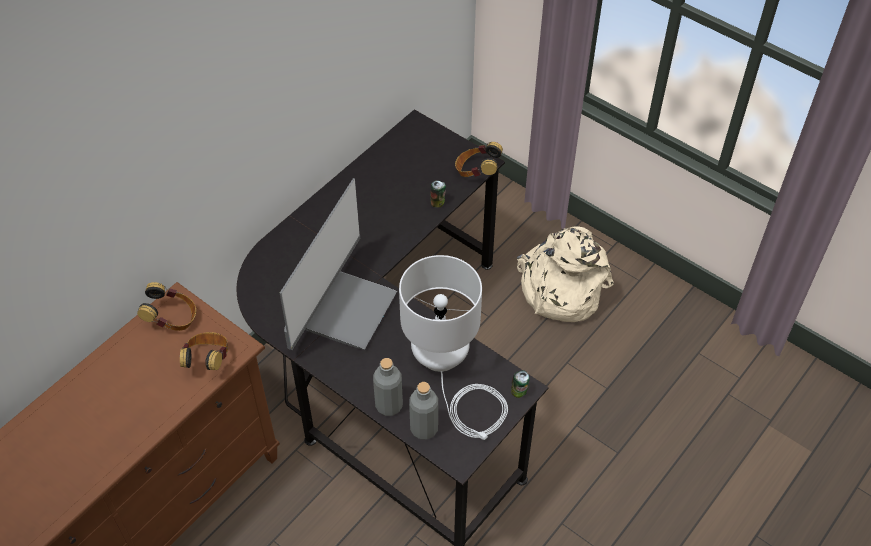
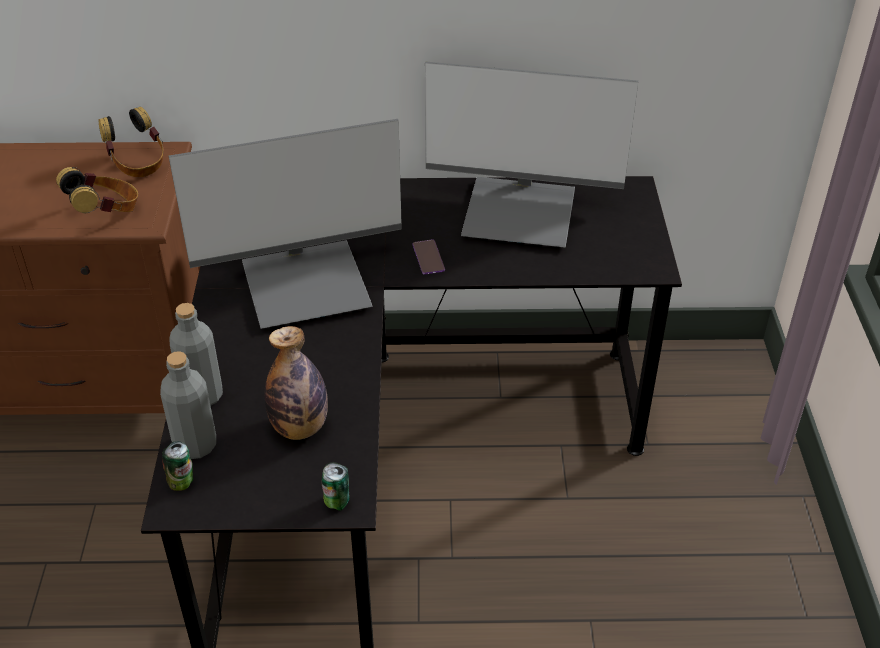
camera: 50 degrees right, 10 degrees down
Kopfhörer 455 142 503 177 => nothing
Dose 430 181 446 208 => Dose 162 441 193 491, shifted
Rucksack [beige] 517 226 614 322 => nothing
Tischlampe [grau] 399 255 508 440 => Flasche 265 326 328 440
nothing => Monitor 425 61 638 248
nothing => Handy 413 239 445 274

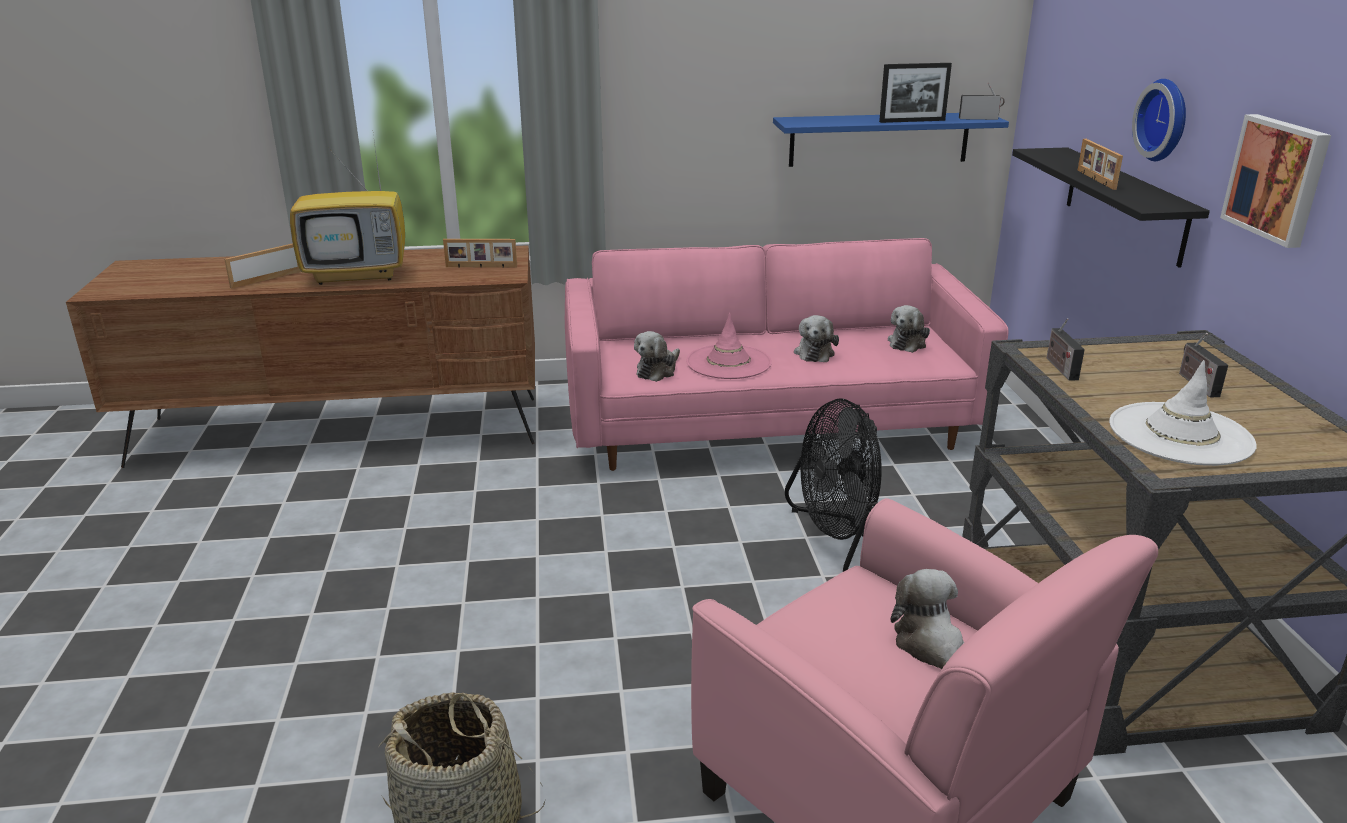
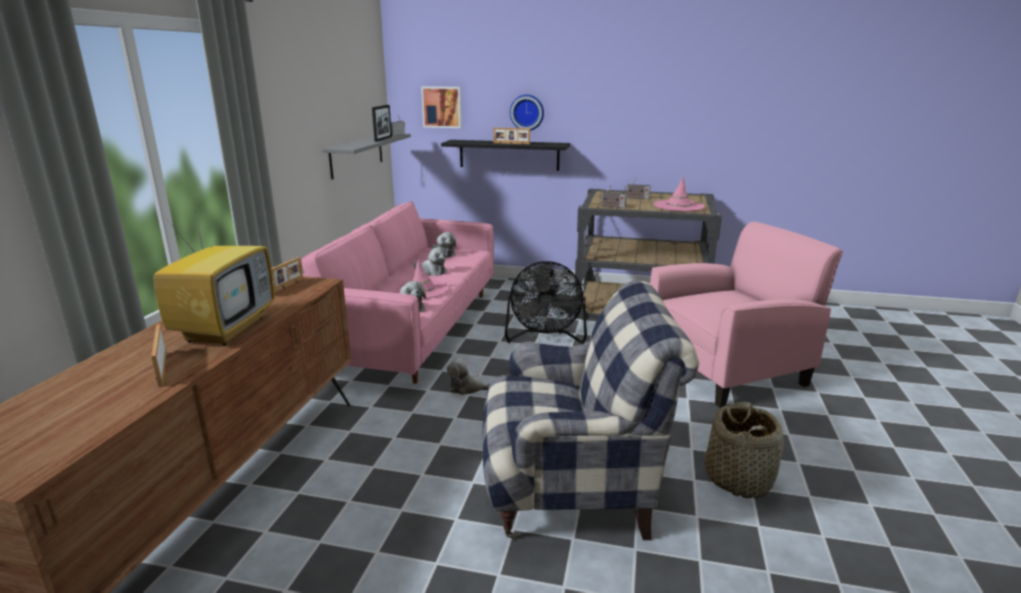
camera: 70 degrees left, 5 degrees down
Wandregal [blau] 773 113 1009 167 => Wandregal [grau] 322 134 411 179
Bild 1220 114 1331 248 => Bild 421 86 462 128, shifted
Hut [weiß] 1109 360 1257 466 => Hut [rosa] 654 176 705 211
Plüschtier 891 569 964 670 => Plüschtier 447 358 490 395, shifted
nothing => Sessel 482 280 699 540

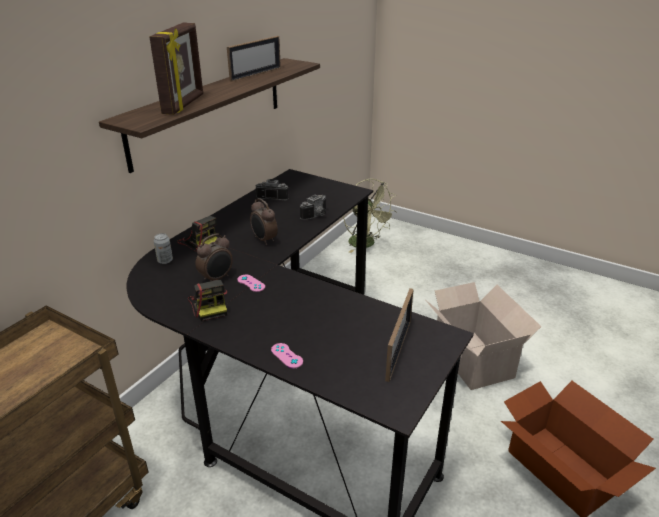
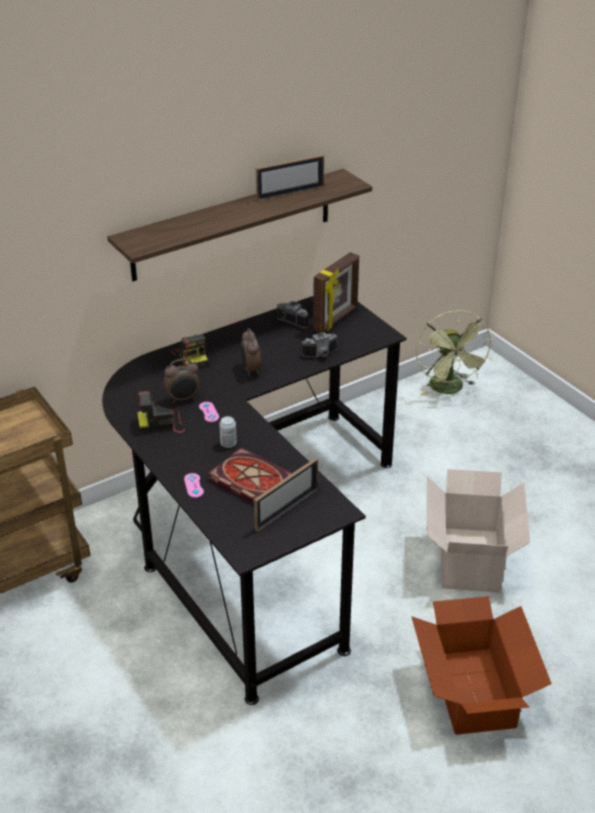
camera: 25 degrees right, 5 degrees up
Bilderrahmen 150 22 203 115 => Bilderrahmen 313 252 359 333, shifted
Dose 154 233 173 264 => Dose 219 416 237 448, shifted
Kamera 188 280 227 321 => Kamera 138 391 185 433, 75 degrees clockwise
nothing => Buch 208 447 292 504

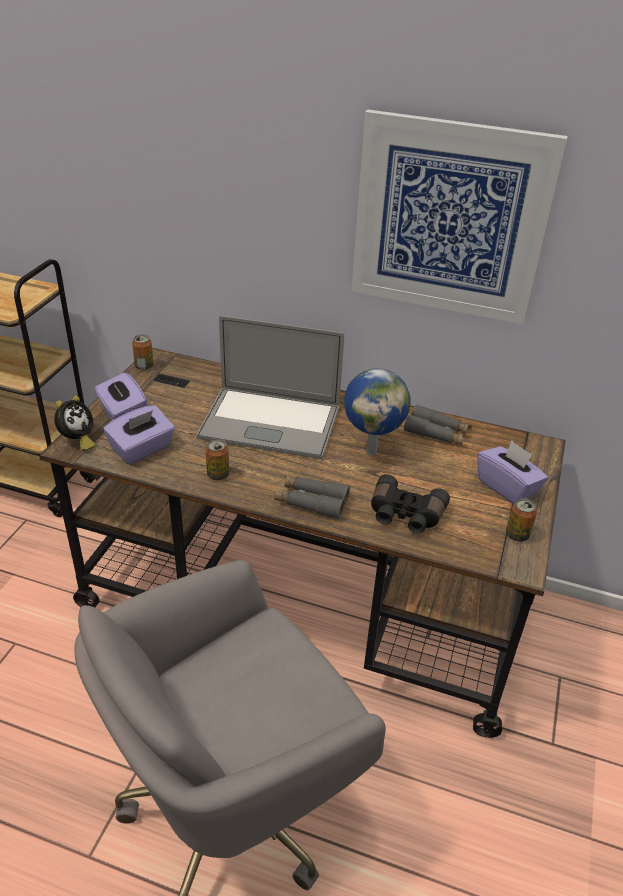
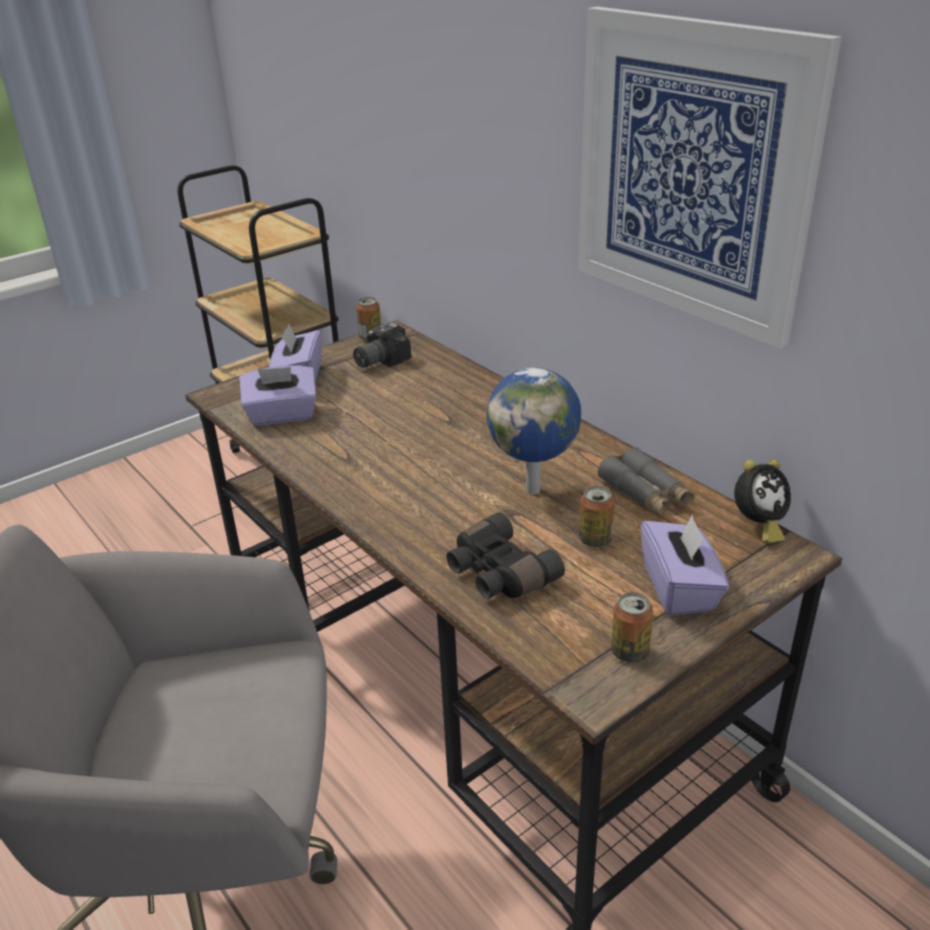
camera: 35 degrees right, 5 degrees down
Laptop 196 315 344 459 => nothing
Wecker 54 396 95 451 => Wecker 734 459 791 544, shifted
Dose 205 439 229 480 => Dose 579 486 614 547, shifted
Fernglas [grau] 274 475 350 519 => nothing
nothing => Kamera 353 323 411 368

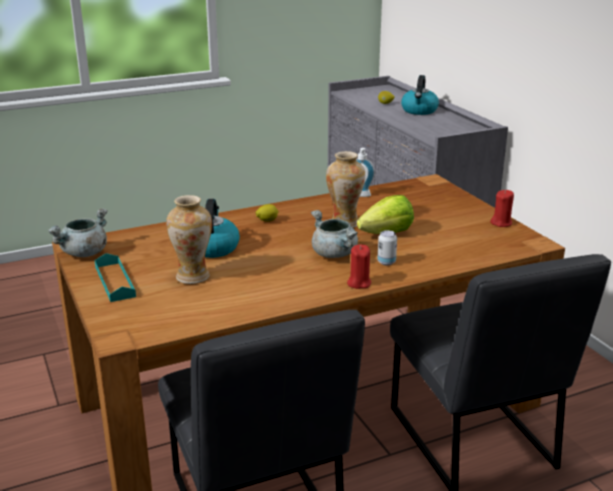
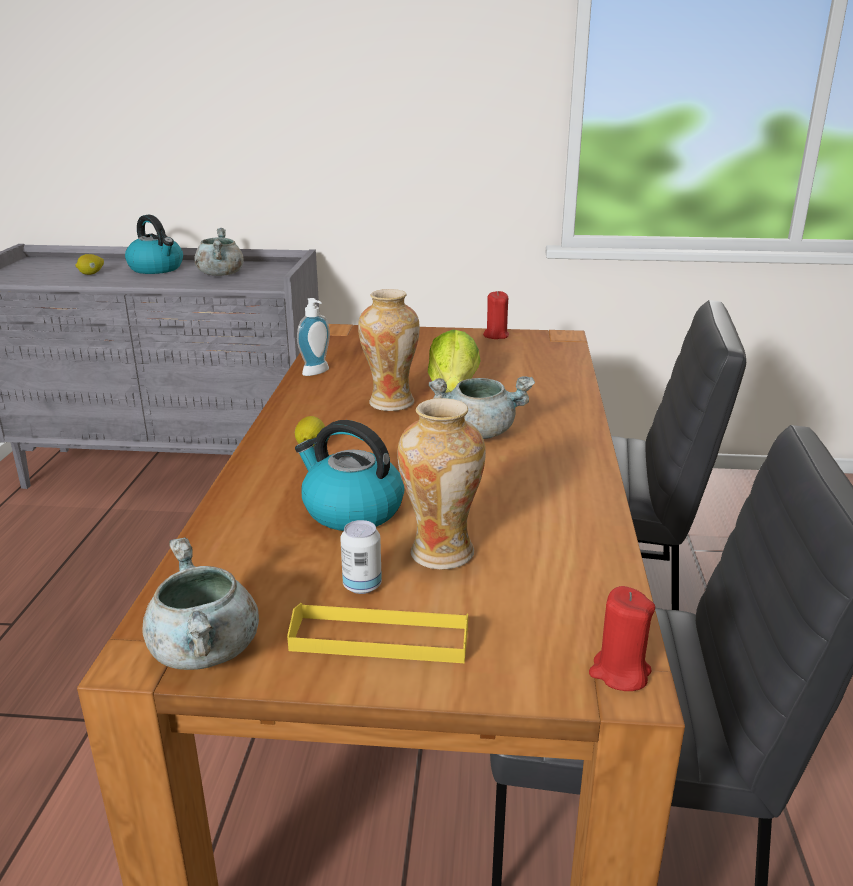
camera: 60 degrees left, 0 degrees up
Dose 377 230 397 265 => Dose 340 520 382 594, shifted
Kerze [rot] 347 244 371 289 => Kerze [rot] 589 586 655 691, shifted
Tablett [türkis] 94 253 136 302 => Tablett [gelb] 287 603 468 663
nothing => Kochtopf [grau] 194 228 244 276

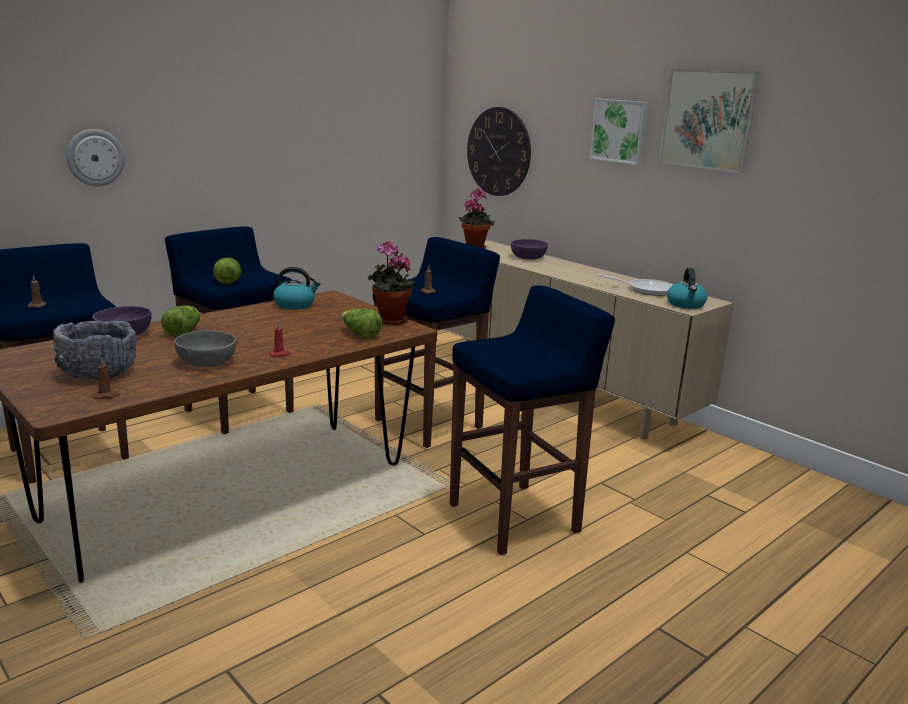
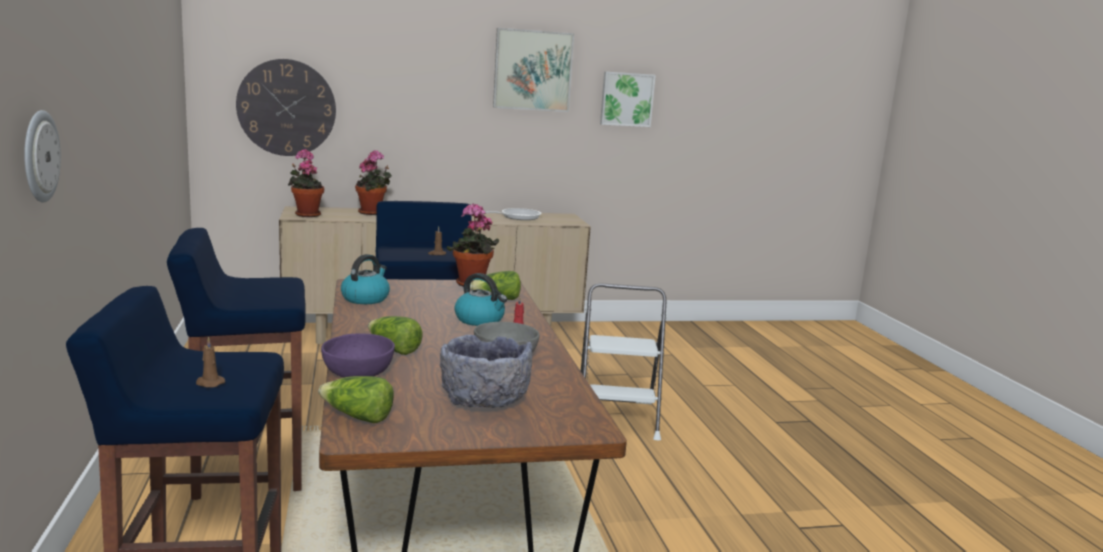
camera: 60 degrees left, 5 degrees down
Bild 589 99 649 165 => Bild 600 71 656 127, shifted
Schüssel [lila] 511 239 548 260 => Topfpflanze 355 150 392 215
Salatkopf 213 258 241 284 => Salatkopf 318 376 394 423, shifted
Wasserkessel 667 268 707 309 => Wasserkessel 454 273 507 326, shifted
Hocker [blau] 450 285 615 555 => Trittleiter [weiß] 581 283 667 441
Kerze [braun] 93 358 121 399 => nothing

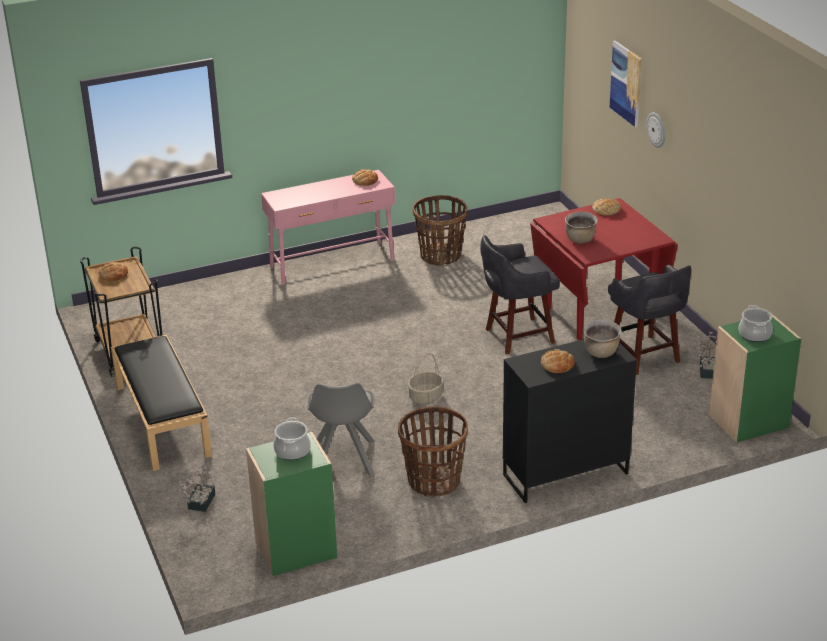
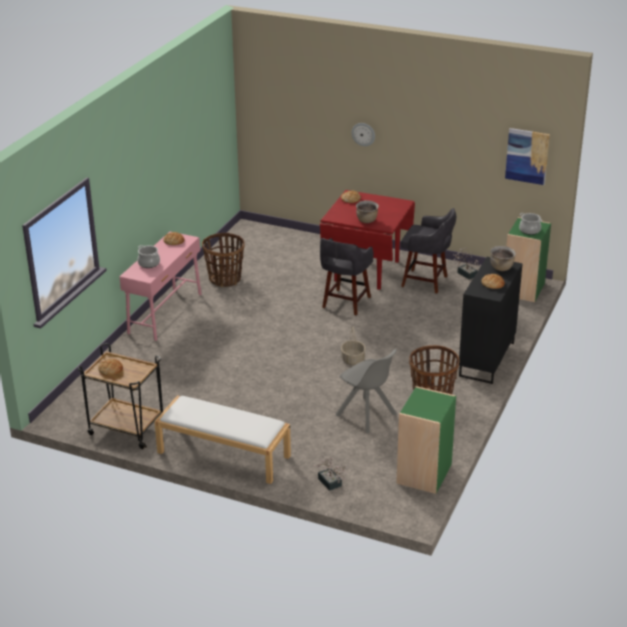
camera: 45 degrees left, 0 degrees up
Bild 610 41 642 127 => Bild 505 128 550 185, shifted
Bank [schwarz] 111 335 212 471 => Bank [weiß] 154 395 291 484
Kochtopf 273 418 311 460 => Kochtopf 138 245 160 268, shifted

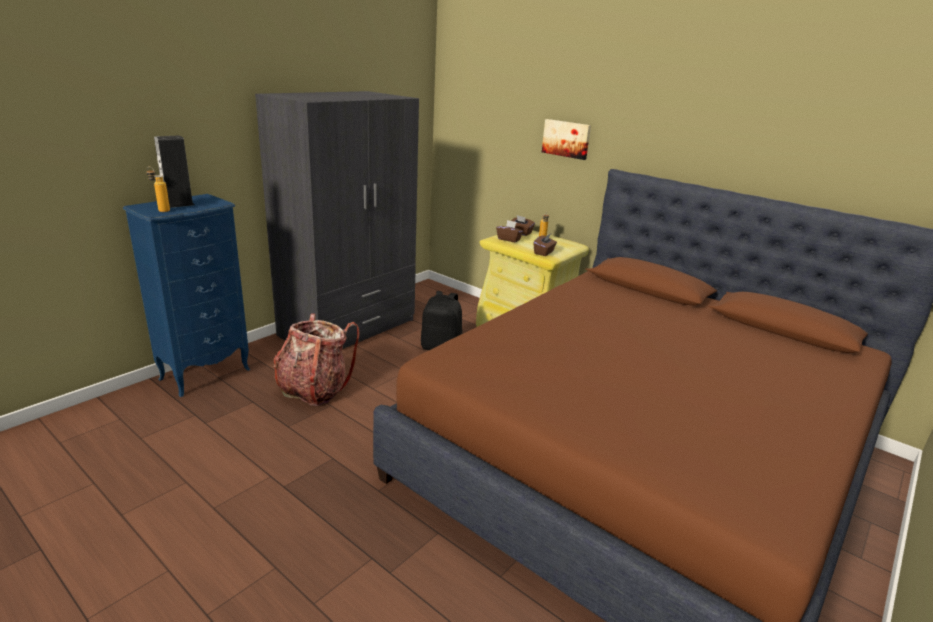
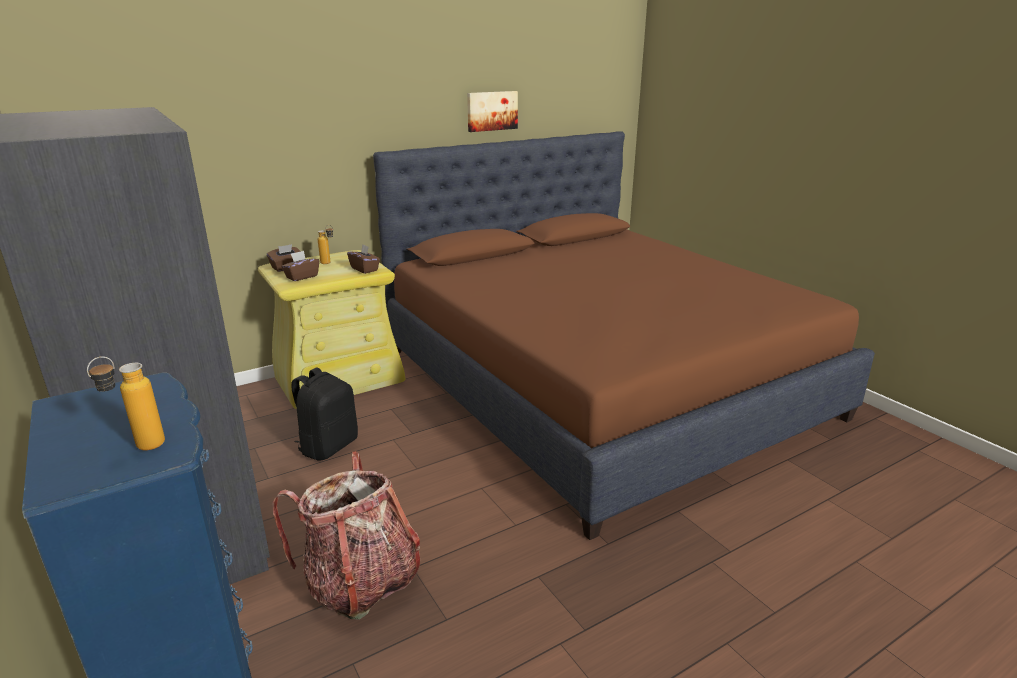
camera: 70 degrees left, 0 degrees up
Bild 542 119 591 160 => Bild 467 91 518 132, shifted
Lautsprecher 154 135 195 208 => nothing

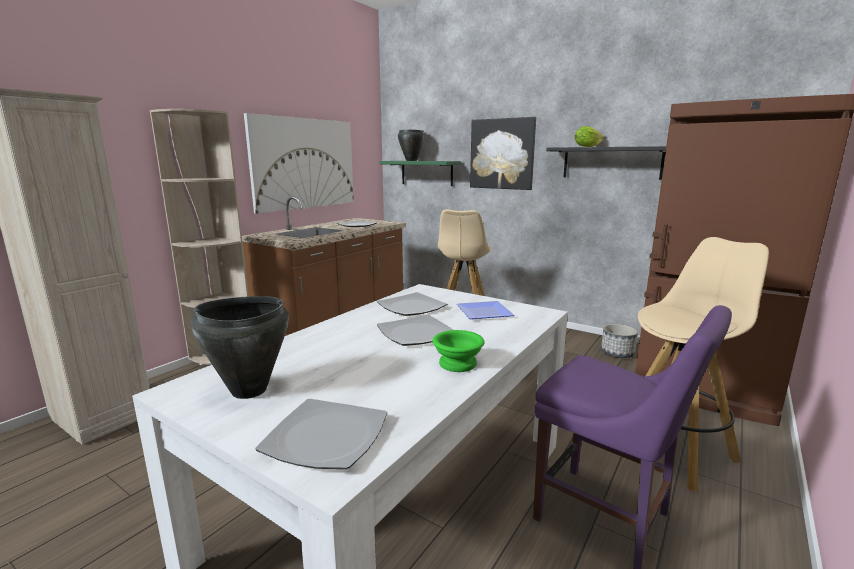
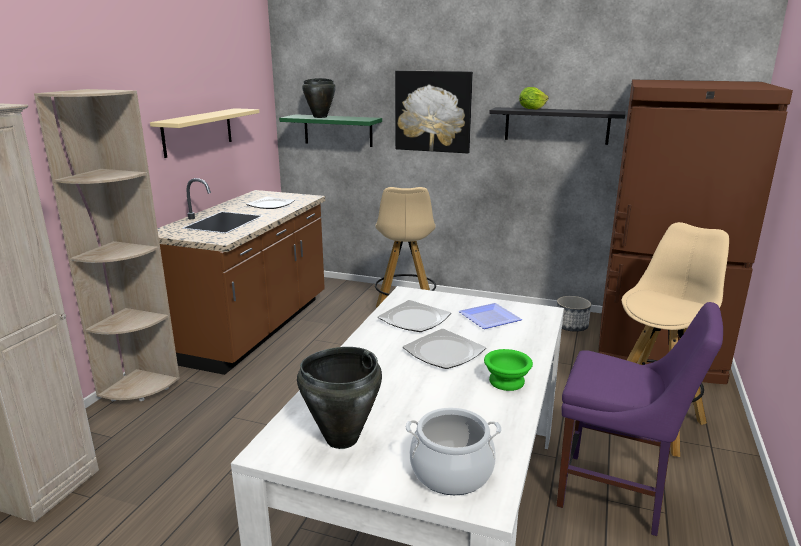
camera: 15 degrees left, 5 degrees up
Bild 244 113 354 214 => Wandregal [beige] 150 108 260 158
Teller 256 398 387 469 => Kochtopf 406 407 501 495

